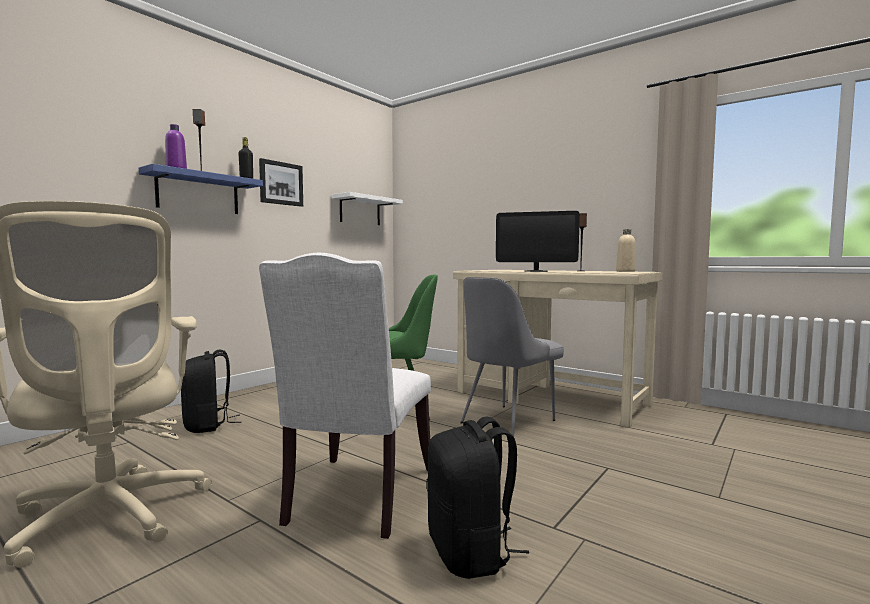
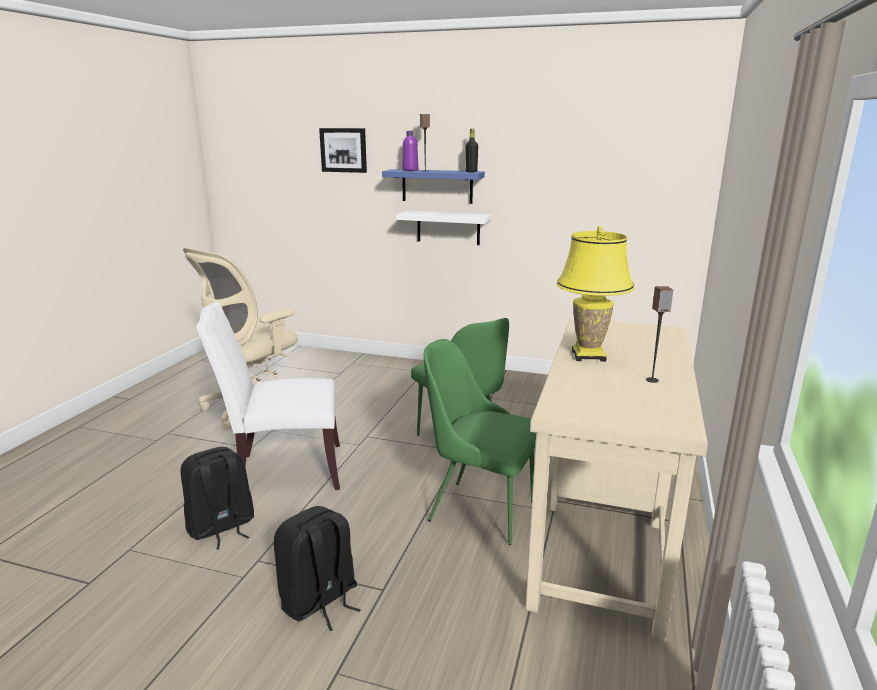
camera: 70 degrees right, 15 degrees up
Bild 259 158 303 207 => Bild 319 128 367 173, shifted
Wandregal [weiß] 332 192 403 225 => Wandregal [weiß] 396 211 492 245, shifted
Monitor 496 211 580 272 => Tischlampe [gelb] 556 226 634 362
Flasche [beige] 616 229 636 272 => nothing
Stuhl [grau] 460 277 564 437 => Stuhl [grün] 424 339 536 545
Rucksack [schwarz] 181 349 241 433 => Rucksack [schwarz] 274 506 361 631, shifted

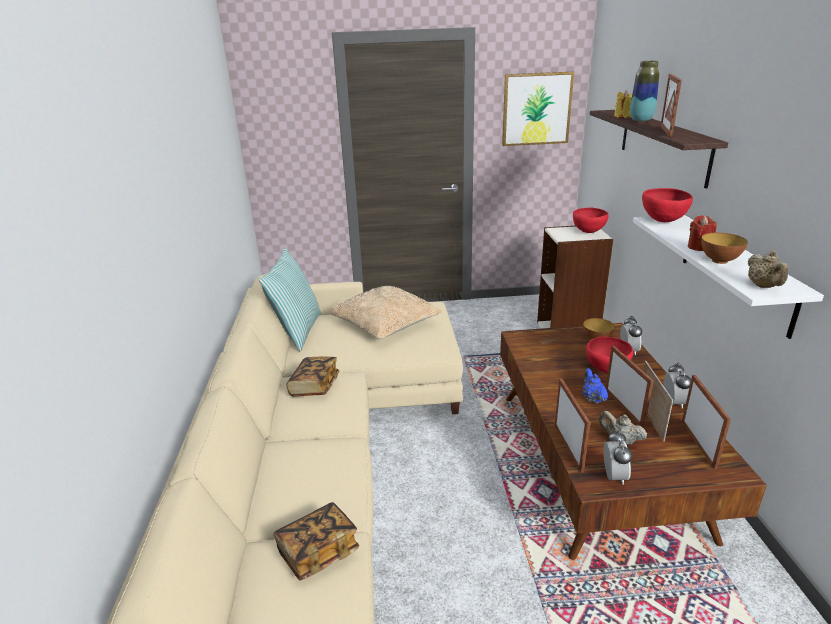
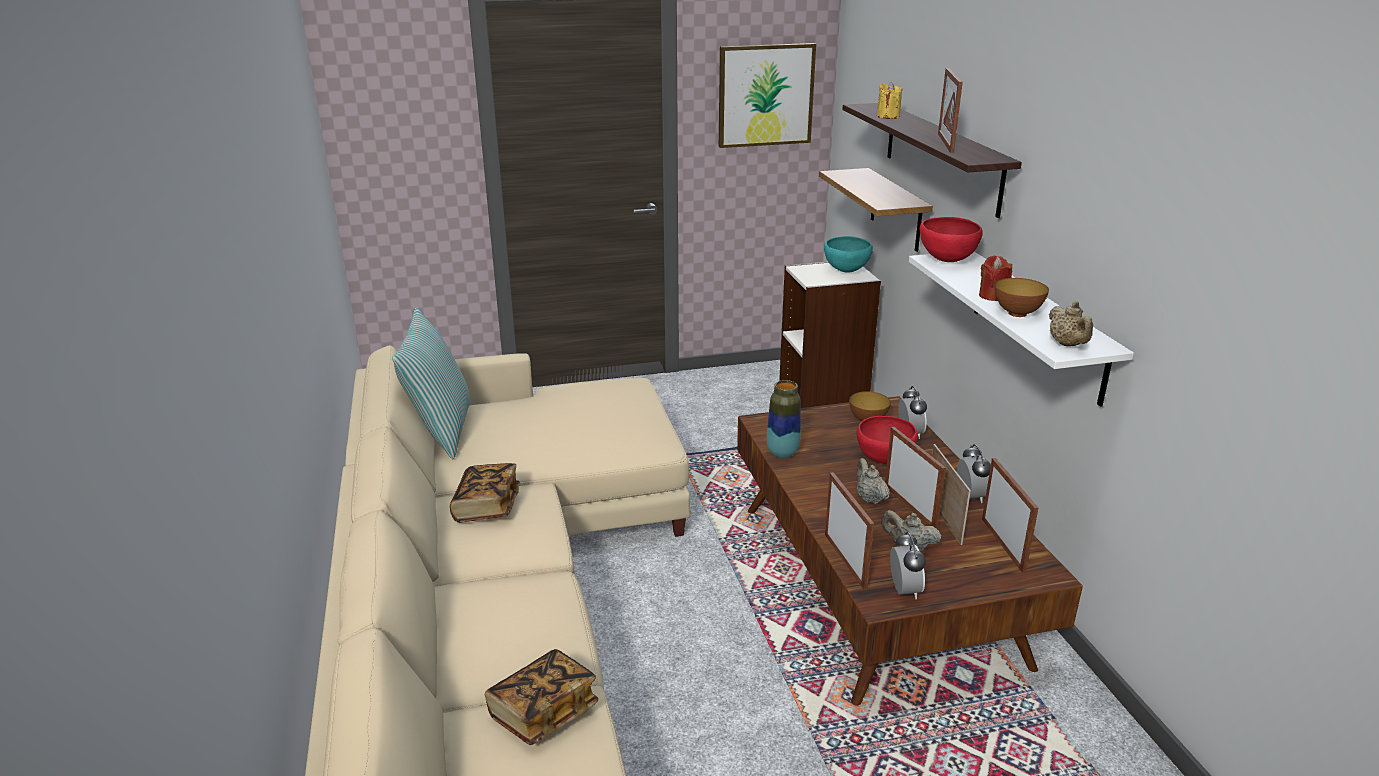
camera: 10 degrees left, 0 degrees up
Vase 630 61 659 121 => Vase 767 380 801 458, shifted
Schüssel [rot] 573 208 609 233 => Schüssel [türkis] 824 236 873 273
Kissen [beige] 330 286 442 339 => nothing
Teekanne [blau] 583 368 608 404 => Teekanne [beige] 857 458 890 504
nothing => Wandregal 819 168 933 252

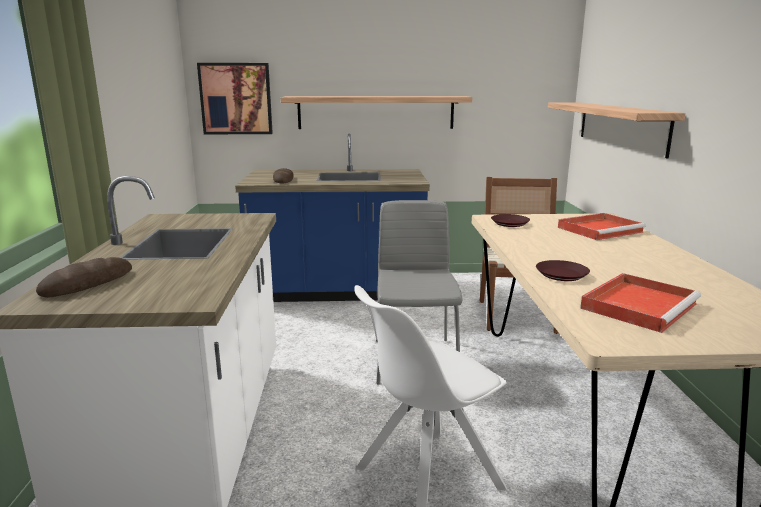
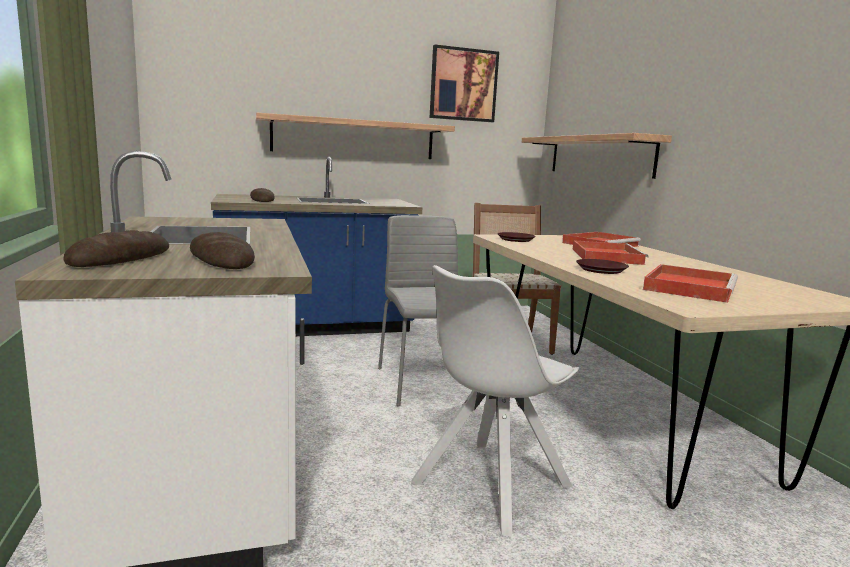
camera: 15 degrees left, 5 degrees down
Bild 197 63 273 134 => Bild 430 45 499 122, shifted
nothing => Brot 190 232 255 269
nothing => Tablett [rot] 572 240 649 265

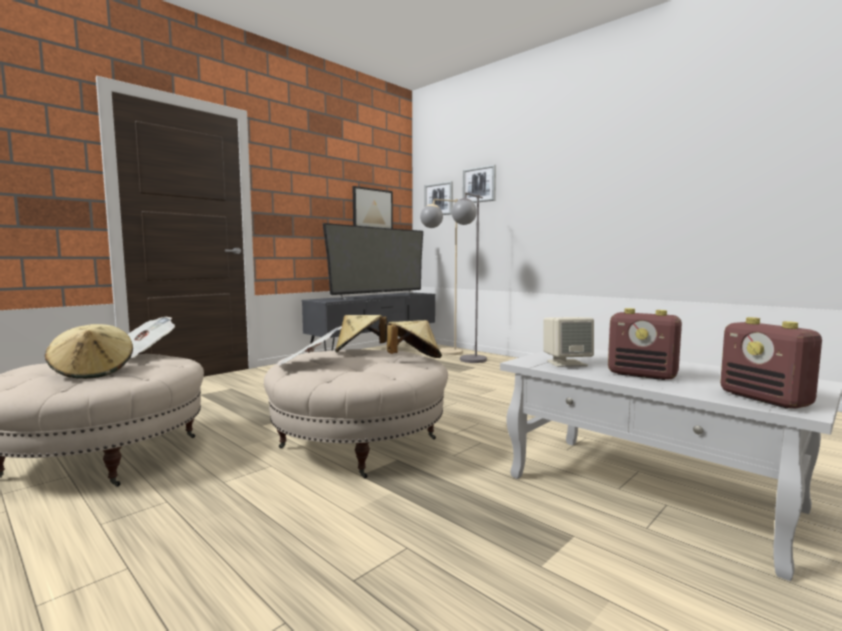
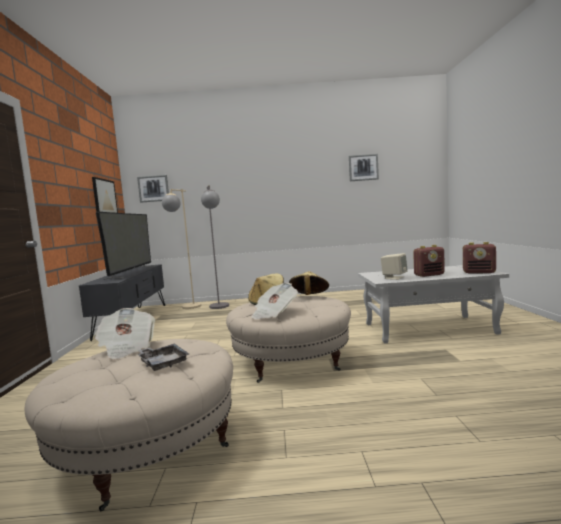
camera: 45 degrees left, 0 degrees up
Bild 463 165 496 203 => Bild 349 154 379 181, shifted
Hut [beige] 45 324 133 379 => Tablett [grau] 138 344 189 371

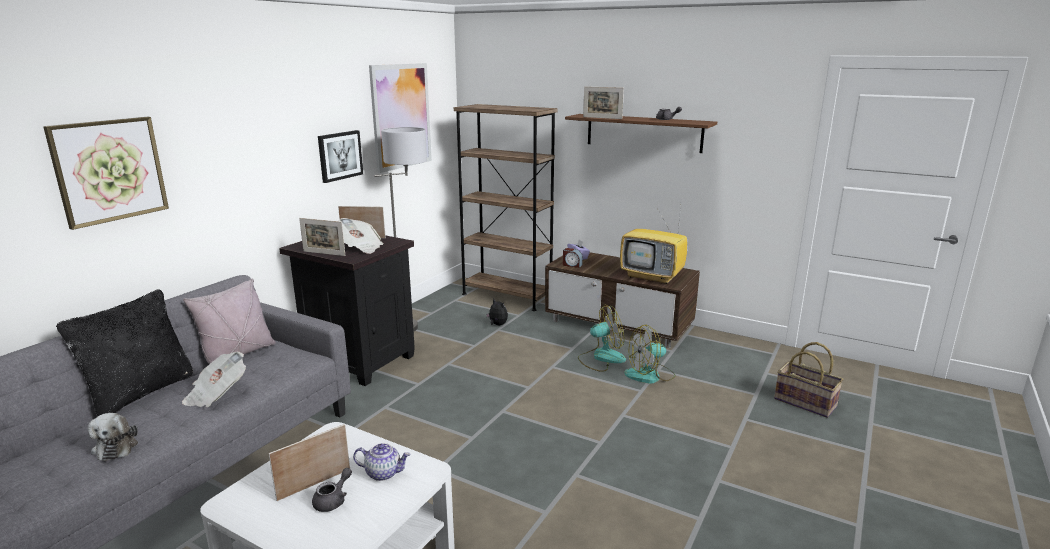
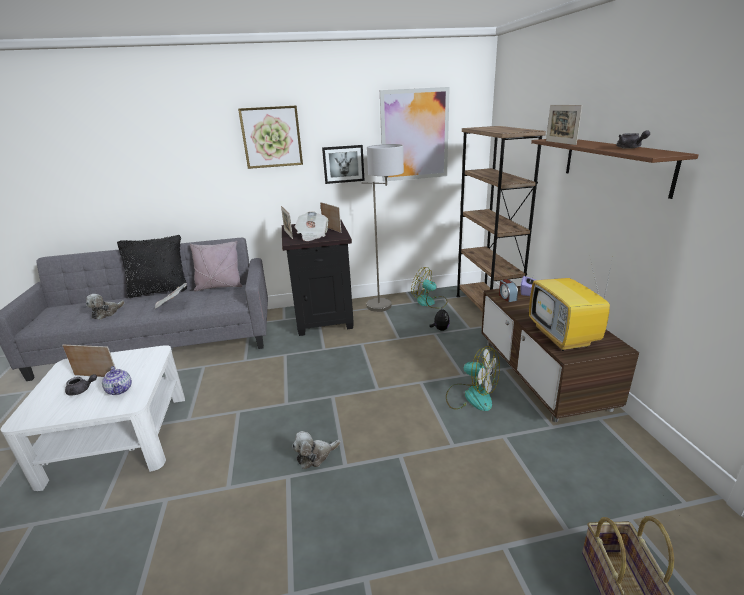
camera: 50 degrees right, 5 degrees up
Bild 43 117 169 230 => Bild 238 106 303 169, shifted
Ventilator 624 325 676 383 => Ventilator 411 267 448 308, shifted
nothing => Plüschtier 292 431 341 469

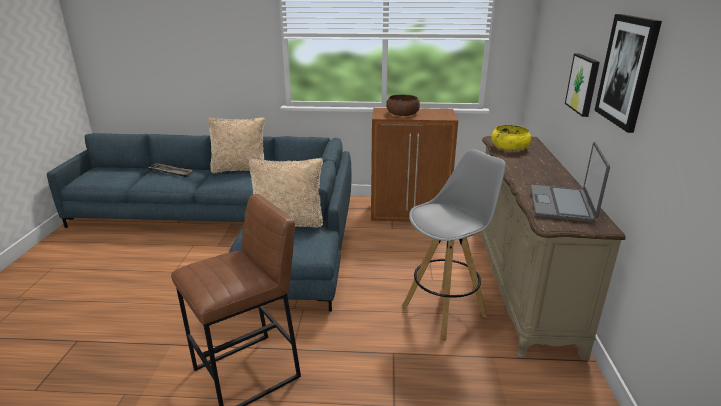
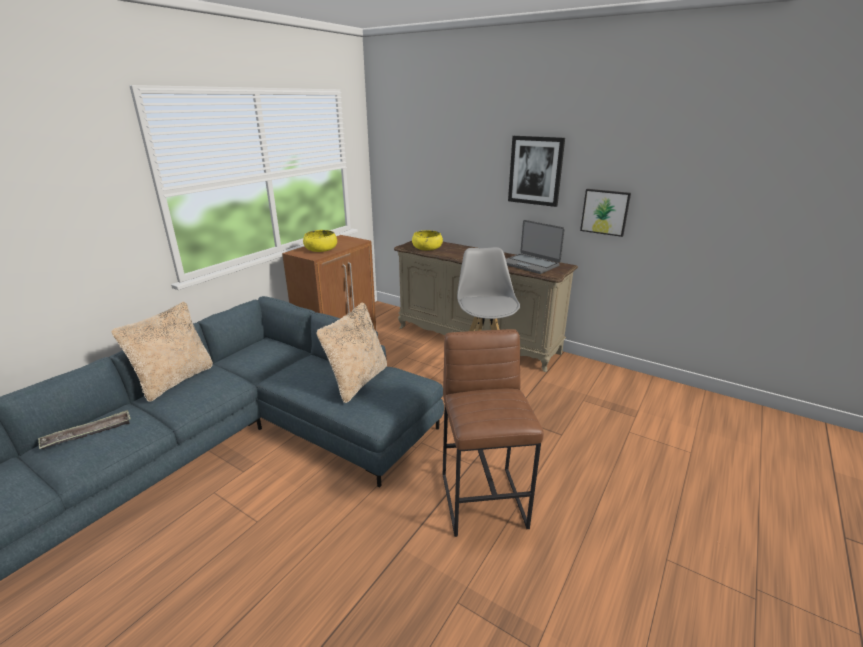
camera: 60 degrees left, 0 degrees up
Bild 565 53 600 117 => Bild 580 189 631 237, shifted
Schüssel [braun] 386 94 420 116 => Schüssel [gelb] 303 230 337 252

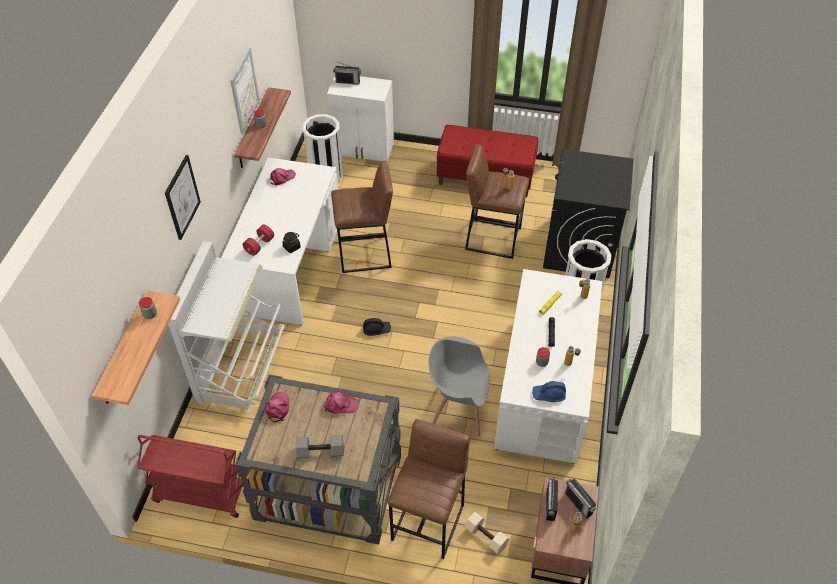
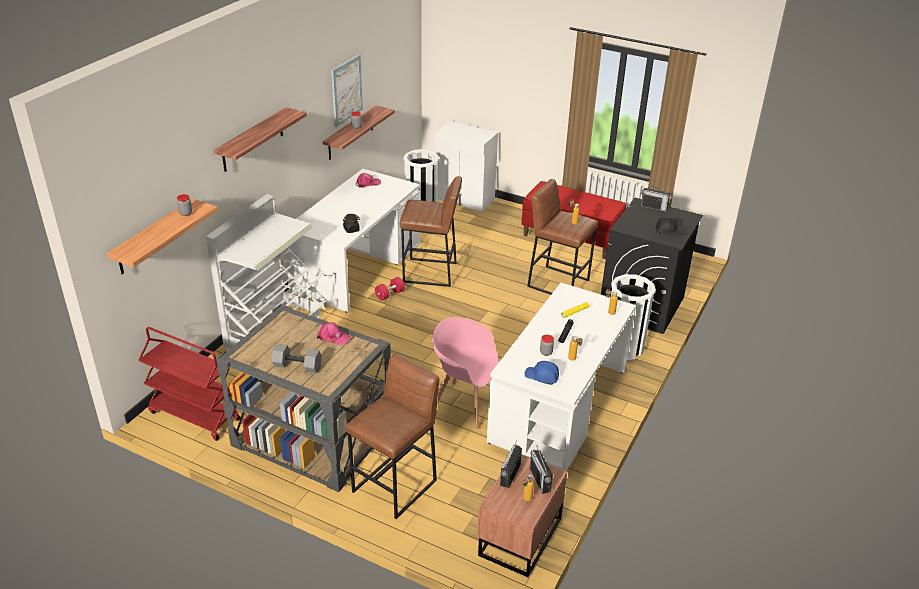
camera: 15 degrees right, 15 degrees down
Radio 333 62 361 85 => Radio 641 184 672 212, shifted
Bild 165 155 201 240 => Wandregal 214 107 307 172
Hantel [rot] 243 225 274 256 => Hantel [rot] 375 277 405 301, shifted
Schutzhelm [schwarz] 363 318 391 336 => Schutzhelm [schwarz] 656 216 685 235, shifted
Stuhl [grau] 429 336 490 437 => Stuhl [rosa] 432 317 499 430
Kappe [rosa] 264 392 289 422 => nothing
Hantel [beige] 464 512 510 554 => nothing

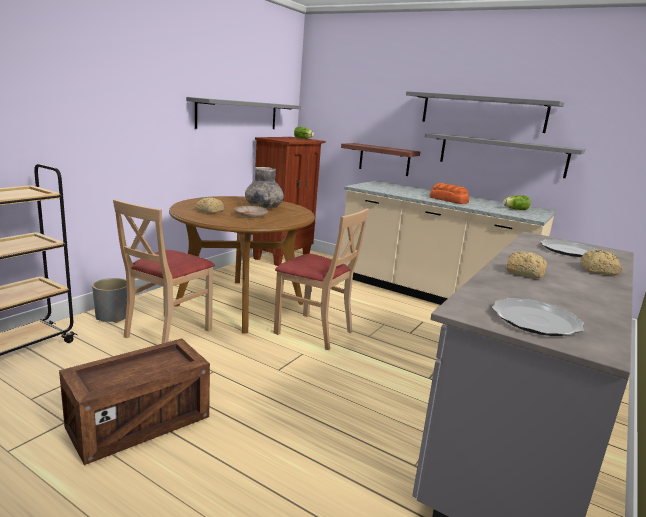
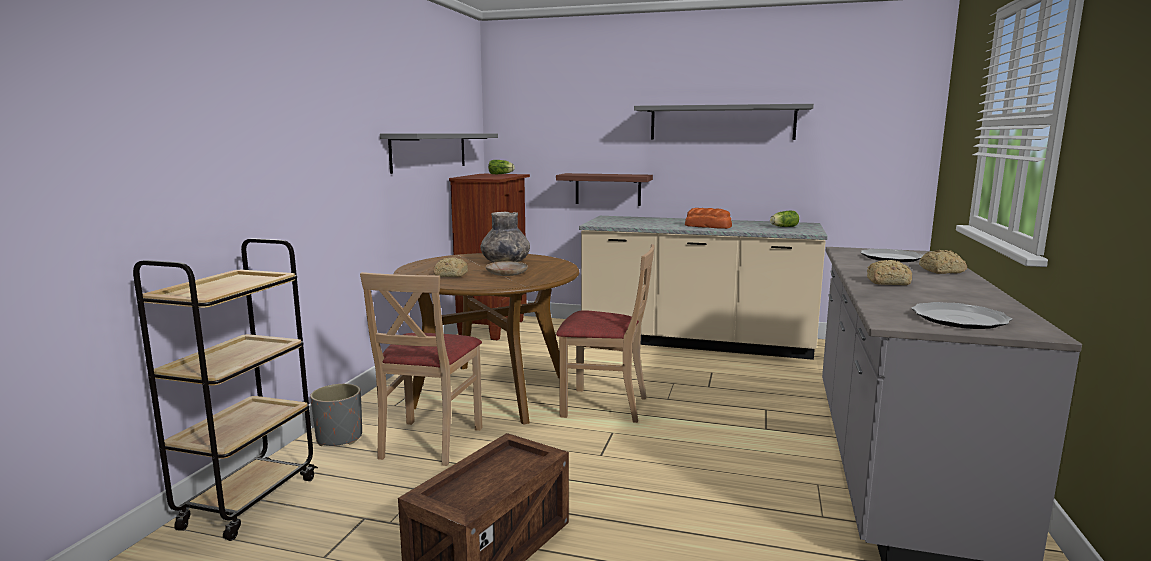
camera: 15 degrees left, 5 degrees down
Wandregal [grau] 425 133 585 178 => nothing

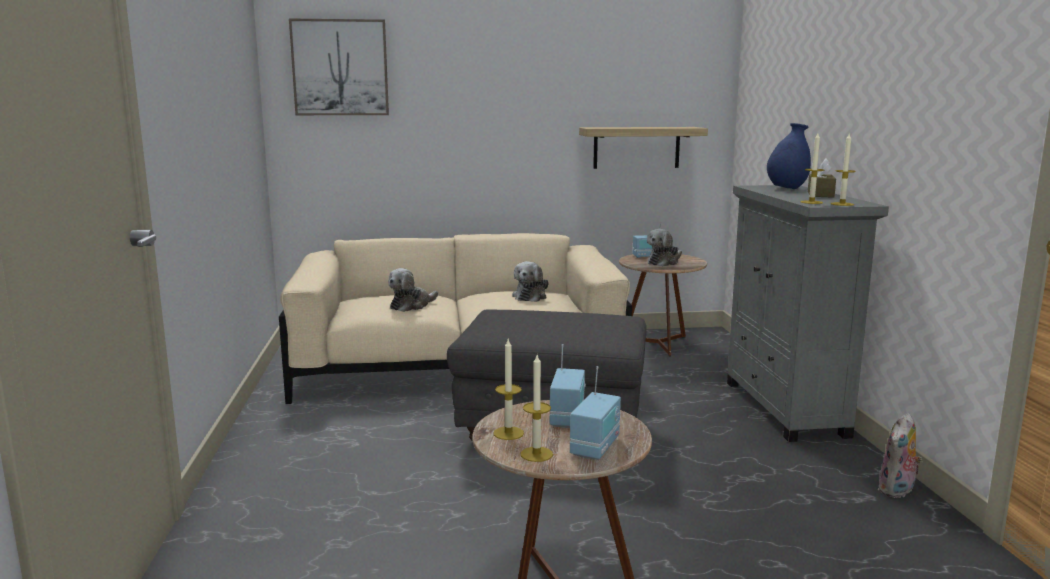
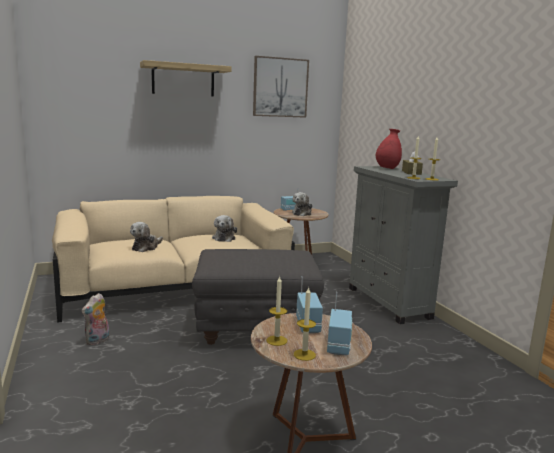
camera: 15 degrees left, 0 degrees up
Bild 289 18 389 115 => Bild 253 56 309 118, shifted
Vase [blau] 767 123 811 189 => Vase [rot] 376 129 402 169
Wandregal 579 127 708 169 => Wandregal 140 60 231 96, shifted
Plüschtier 877 413 923 498 => Plüschtier 82 293 110 345, shifted

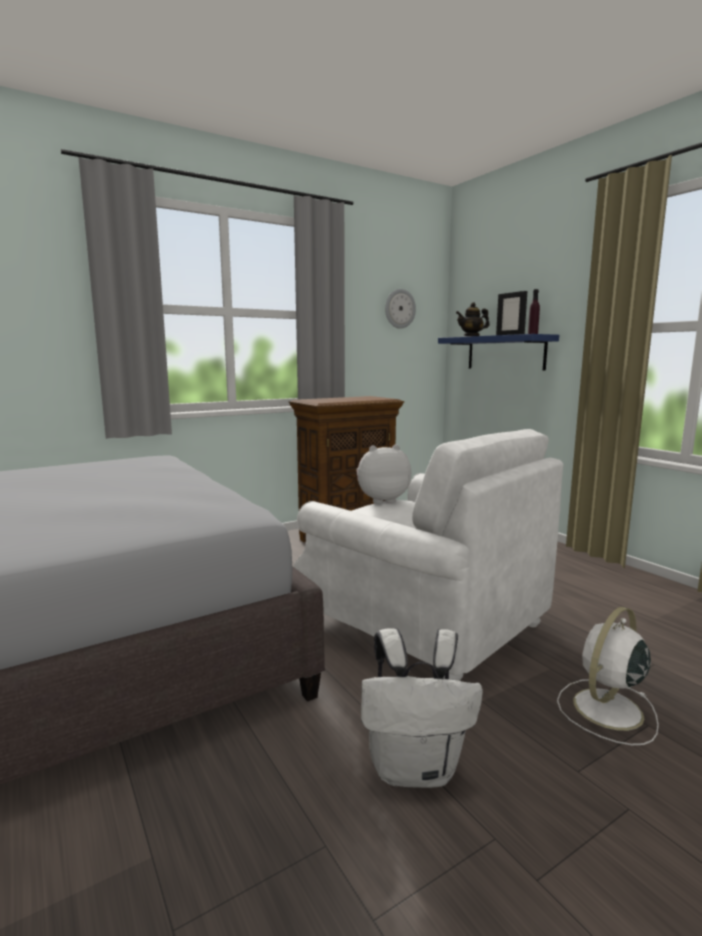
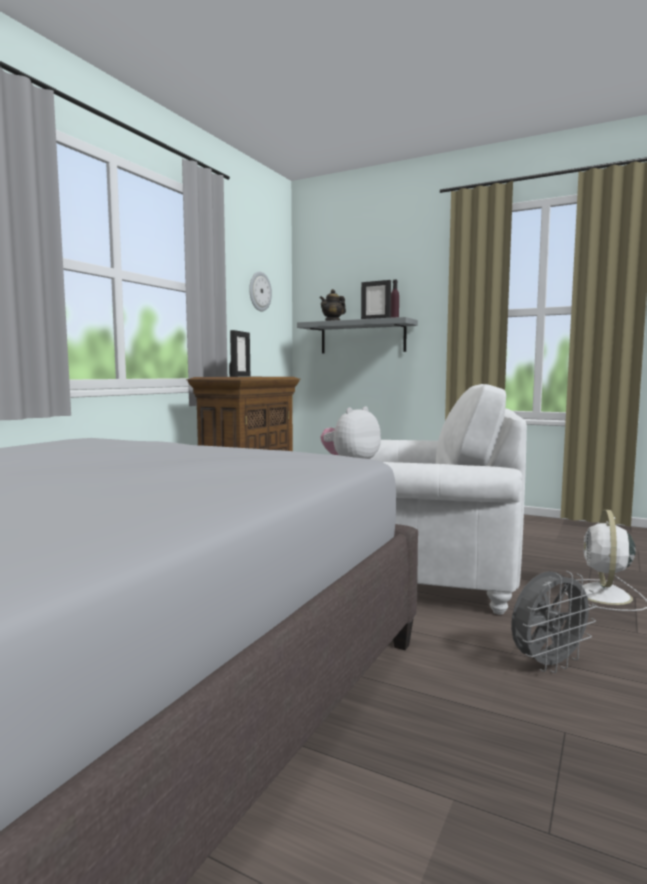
camera: 30 degrees left, 5 degrees down
Wandregal [blau] 438 334 559 371 => Wandregal [grau] 297 317 418 353
Rucksack [weiß] 361 628 483 788 => Ventilator [grau] 511 571 597 673
nothing => Bilderrahmen 229 330 250 377

